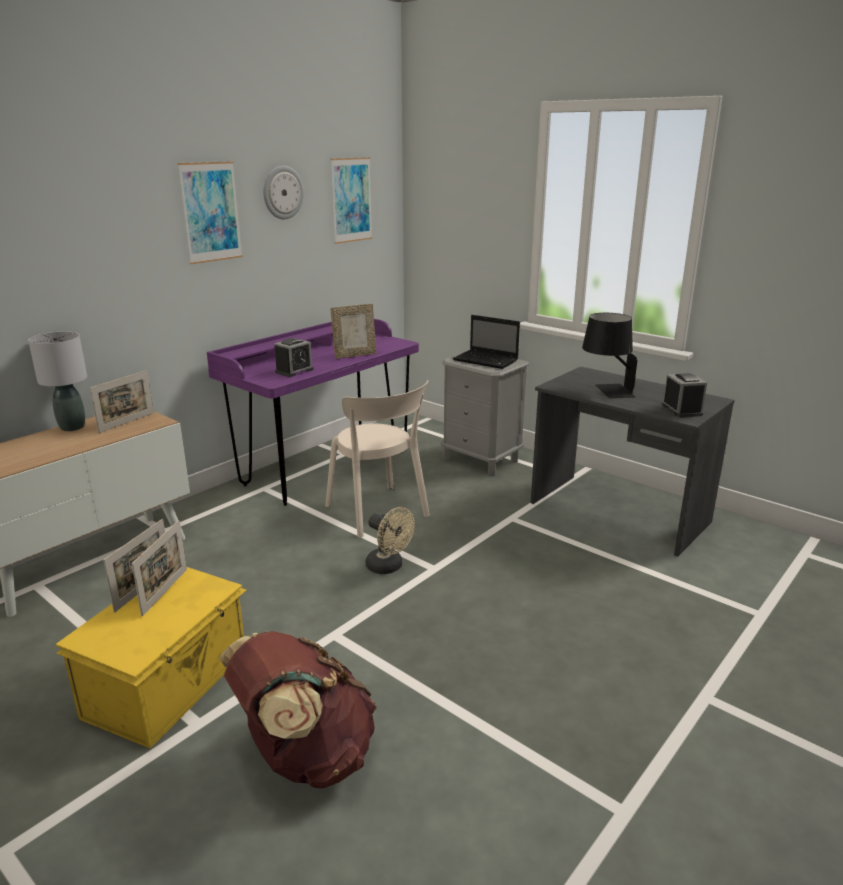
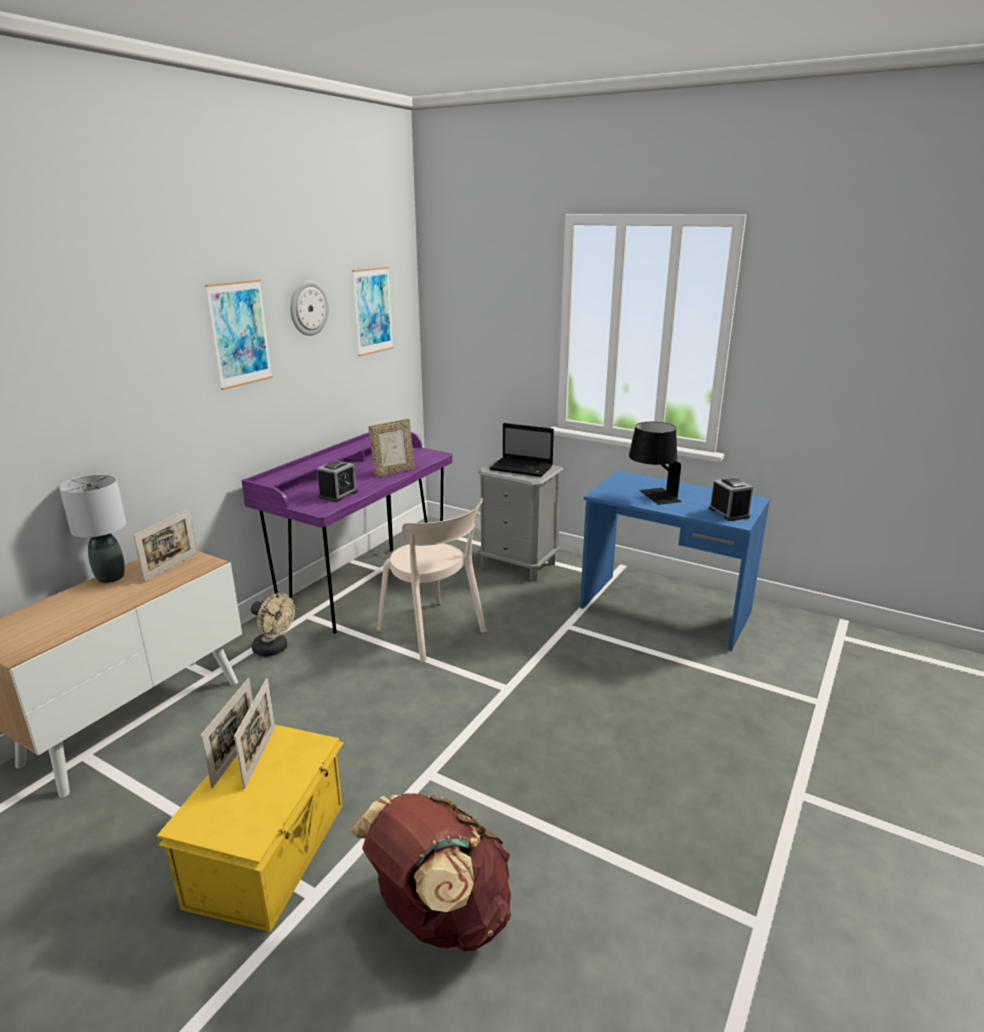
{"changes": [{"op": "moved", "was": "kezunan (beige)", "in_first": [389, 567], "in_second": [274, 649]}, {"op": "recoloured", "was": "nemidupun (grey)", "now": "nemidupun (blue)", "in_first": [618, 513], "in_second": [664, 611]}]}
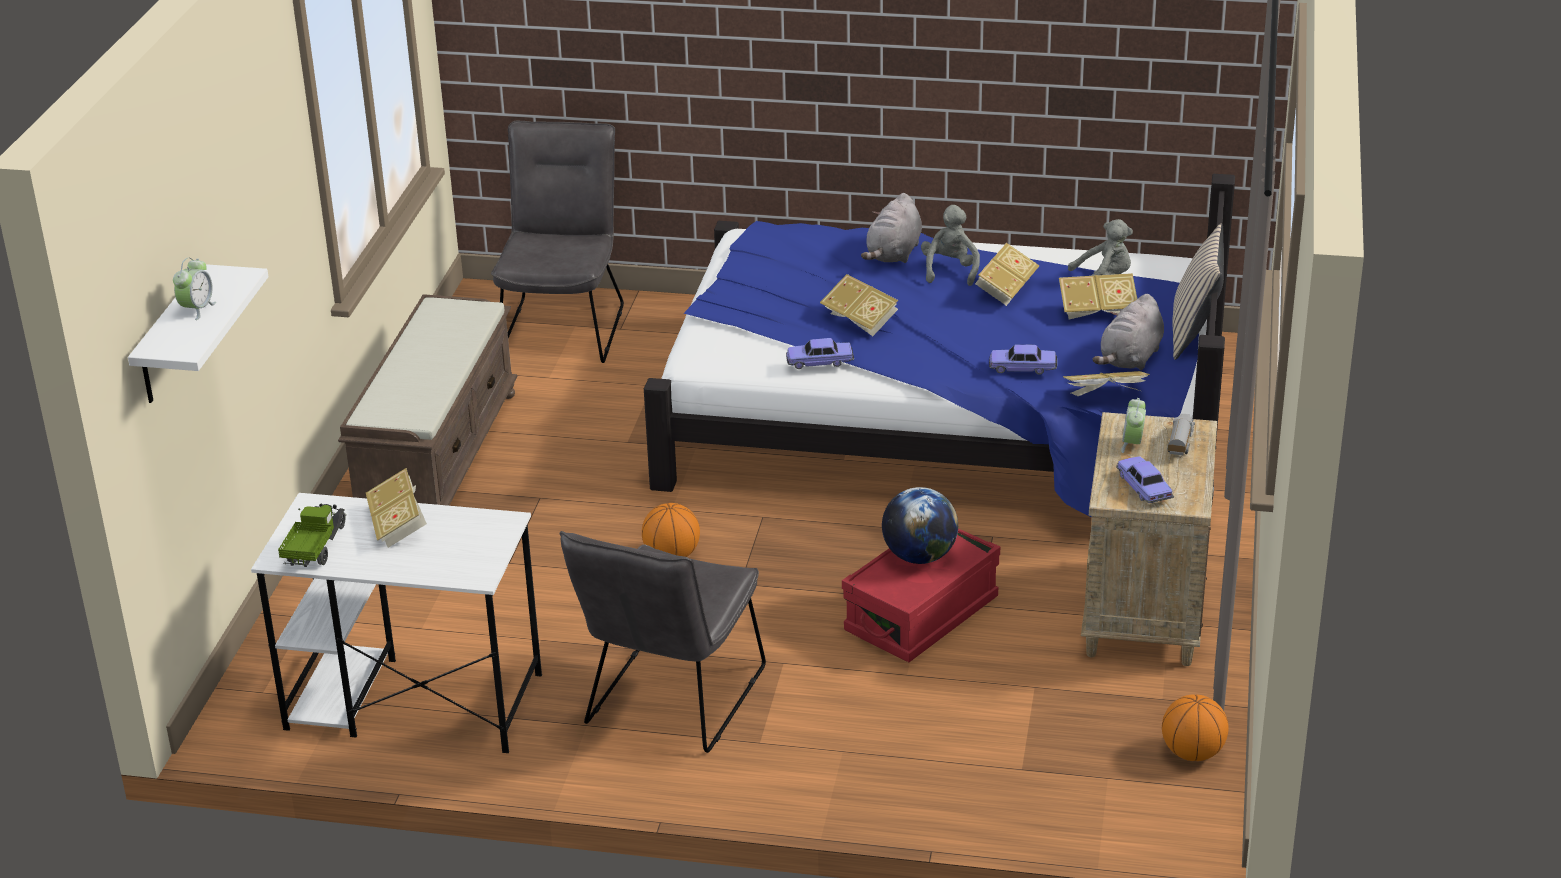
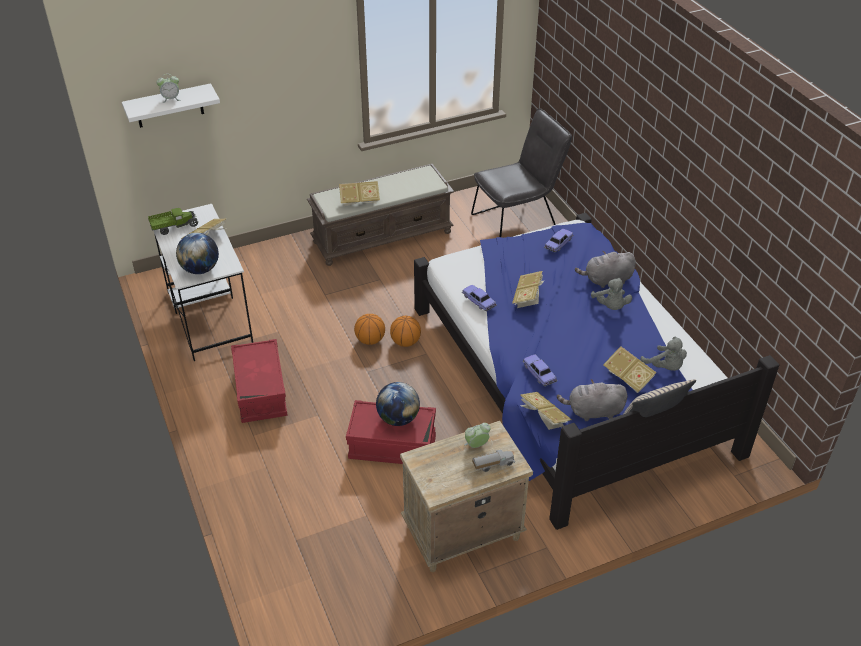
{"changes": [{"op": "added", "now": "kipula", "in_second": [200, 269]}, {"op": "replaced", "was": "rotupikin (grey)", "now": "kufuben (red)", "in_first": [669, 703], "in_second": [261, 392]}, {"op": "moved", "was": "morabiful", "in_first": [1006, 289], "in_second": [359, 201]}, {"op": "moved", "was": "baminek", "in_first": [1192, 753], "in_second": [405, 342]}, {"op": "moved", "was": "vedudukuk", "in_first": [1144, 488], "in_second": [558, 244]}, {"op": "turned", "was": "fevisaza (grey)", "in_first": [950, 271], "in_second": [610, 306], "clockwise": 105}]}
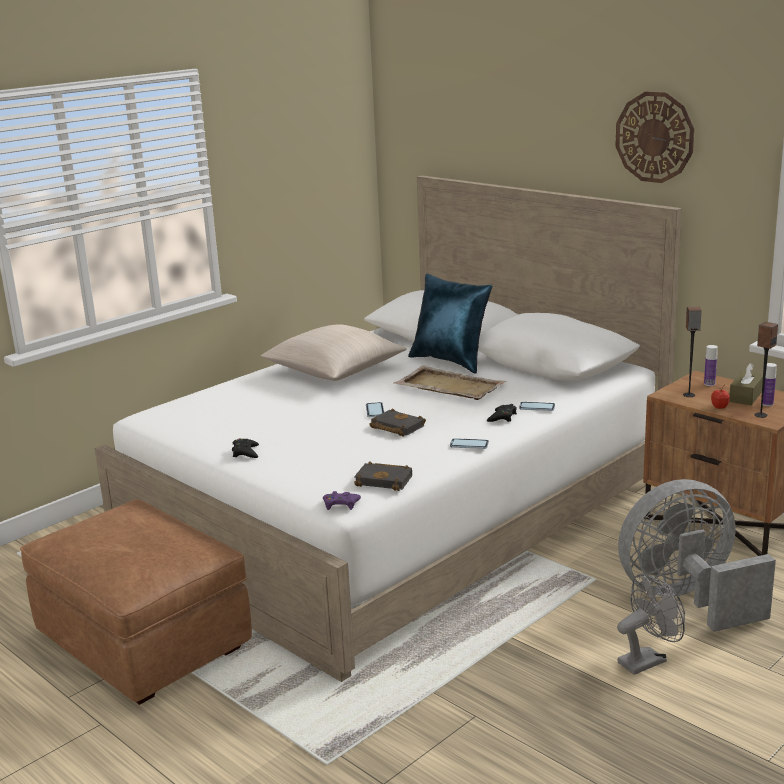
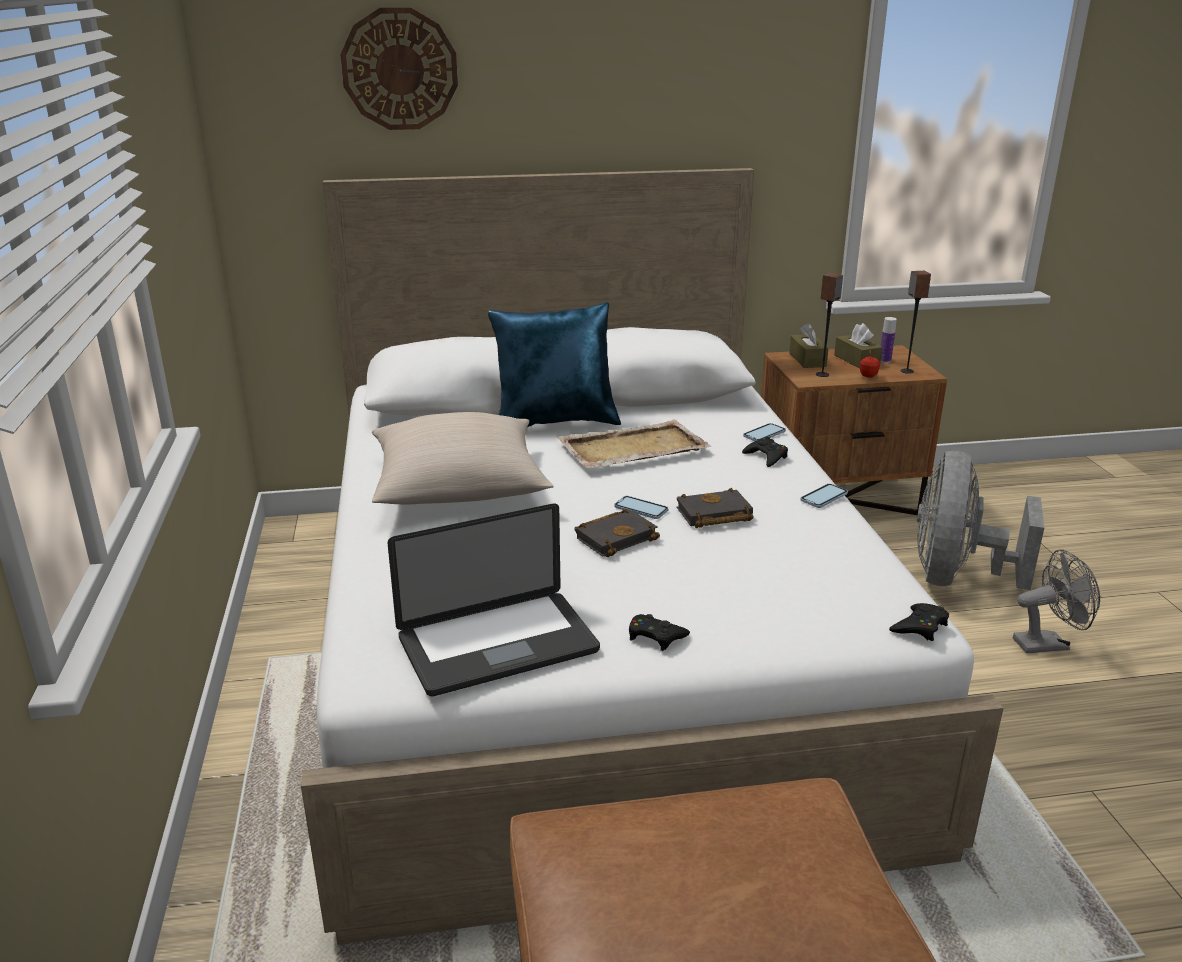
{"changes": [{"op": "moved", "was": "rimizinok", "in_first": [654, 137], "in_second": [400, 69]}, {"op": "added", "now": "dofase", "in_second": [498, 645]}, {"op": "moved", "was": "morabiful (black)", "in_first": [385, 480], "in_second": [616, 537]}, {"op": "replaced", "was": "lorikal", "now": "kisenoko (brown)", "in_first": [709, 384], "in_second": [807, 360]}, {"op": "recoloured", "was": "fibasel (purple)", "now": "fibasel (black)", "in_first": [341, 504], "in_second": [920, 627]}, {"op": "turned", "was": "kezunan (grey)", "in_first": [647, 660], "in_second": [1048, 643], "clockwise": 75}]}
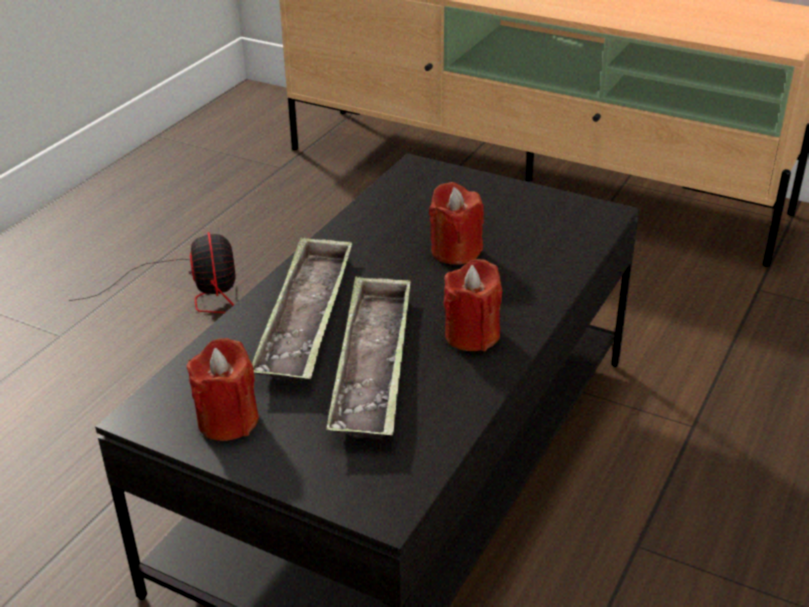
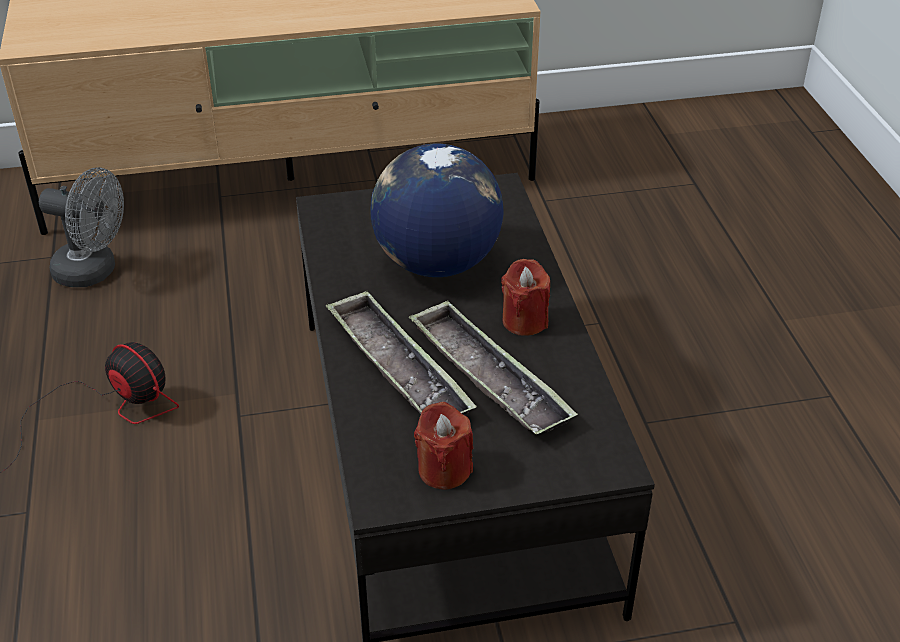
{"changes": [{"op": "added", "now": "kezunan (grey)", "in_second": [94, 271]}, {"op": "replaced", "was": "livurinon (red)", "now": "kipula", "in_first": [455, 251], "in_second": [436, 263]}]}
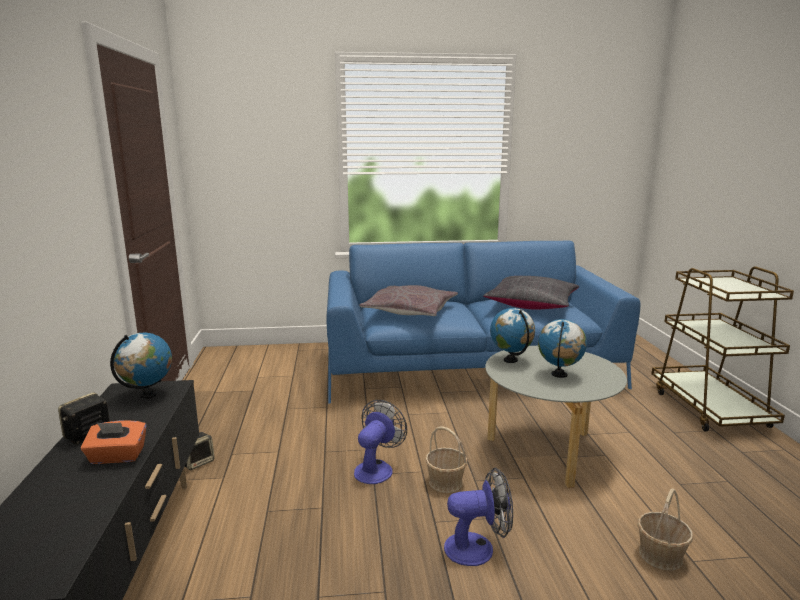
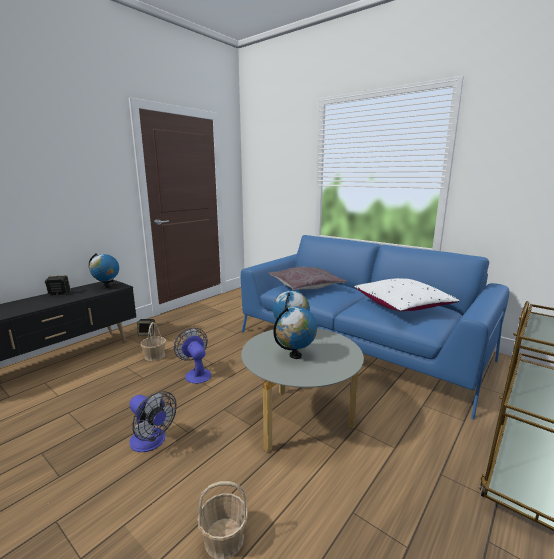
{"changes": [{"op": "moved", "was": "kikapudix", "in_first": [445, 482], "in_second": [154, 356]}, {"op": "turned", "was": "kezunan", "in_first": [376, 468], "in_second": [196, 373], "clockwise": -105}, {"op": "recoloured", "was": "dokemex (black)", "now": "dokemex (white)", "in_first": [531, 304], "in_second": [402, 305]}, {"op": "removed", "was": "kisenoko (orange)", "in_first": [117, 457]}]}
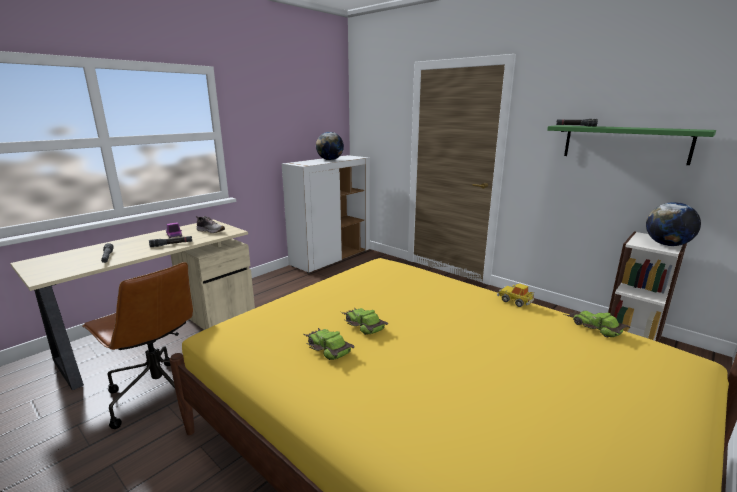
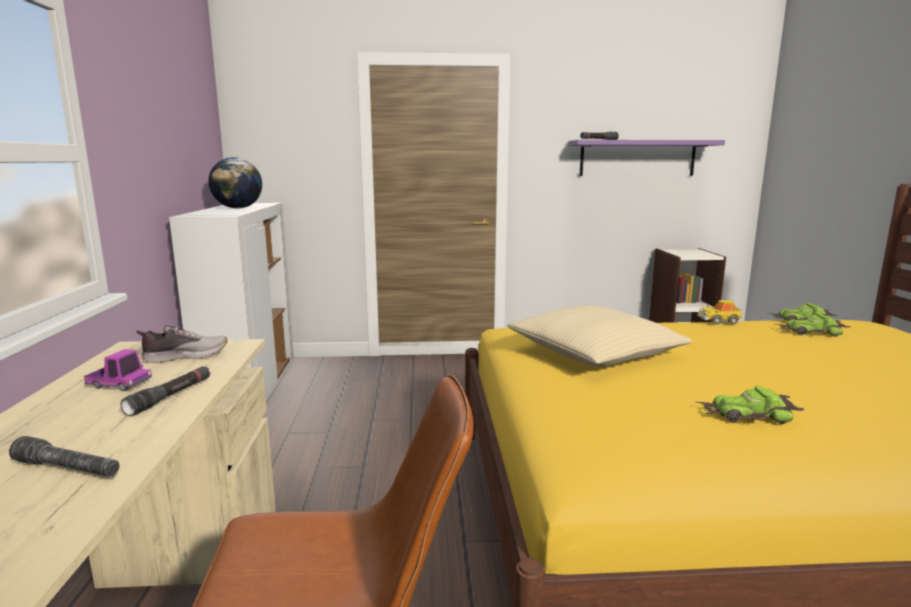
{"changes": [{"op": "added", "now": "dokemex (beige)", "in_second": [594, 352]}, {"op": "recoloured", "was": "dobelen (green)", "now": "dobelen (purple)", "in_first": [625, 143], "in_second": [637, 158]}, {"op": "moved", "was": "vedudukuk", "in_first": [363, 324], "in_second": [810, 332]}, {"op": "removed", "was": "kipula", "in_first": [667, 245]}]}
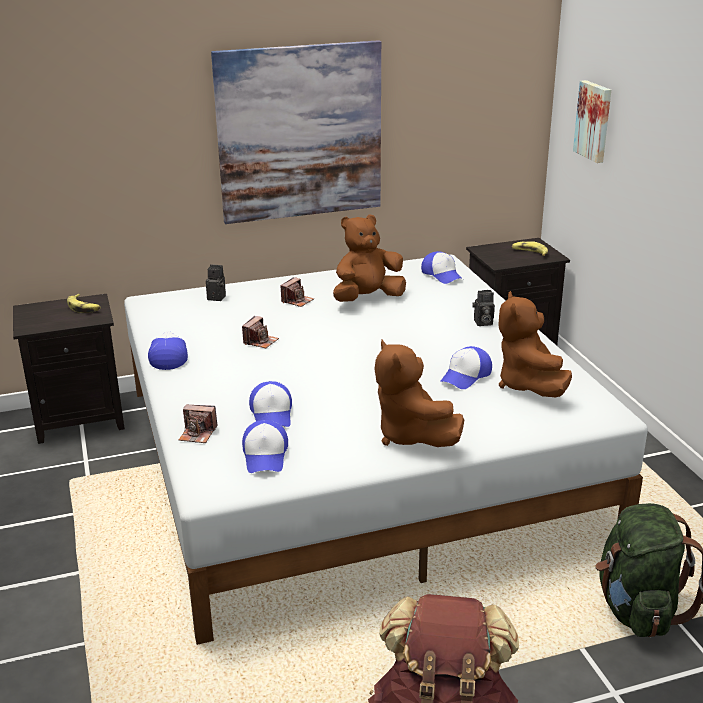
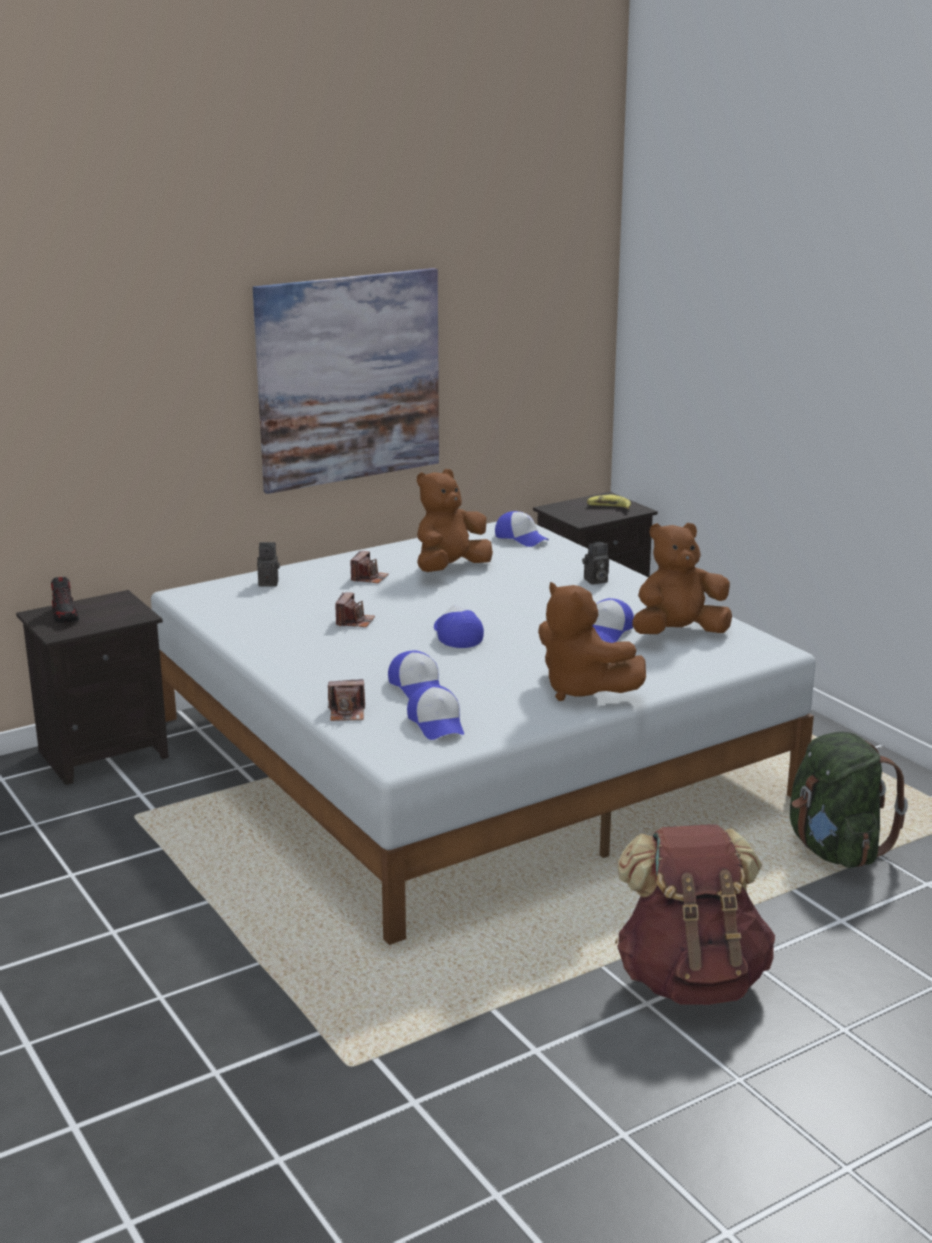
{"changes": [{"op": "added", "now": "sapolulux", "in_second": [65, 615]}, {"op": "moved", "was": "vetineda", "in_first": [169, 356], "in_second": [456, 635]}, {"op": "turned", "was": "fevisaza (brown)", "in_first": [528, 385], "in_second": [678, 633], "clockwise": 90}, {"op": "removed", "was": "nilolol", "in_first": [84, 307]}, {"op": "removed", "was": "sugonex", "in_first": [594, 121]}]}
